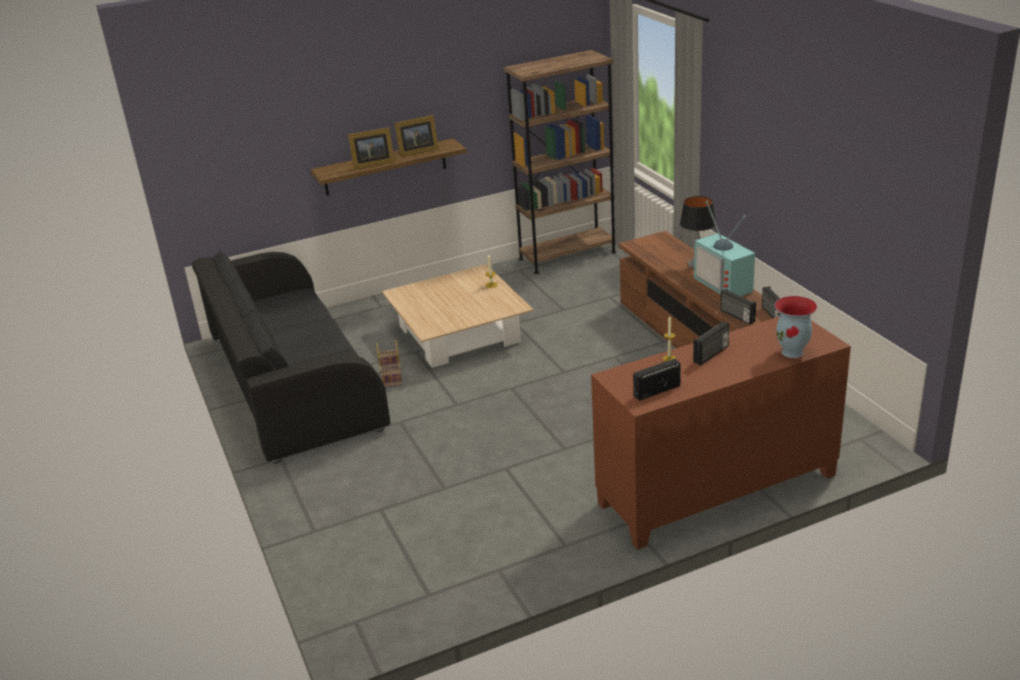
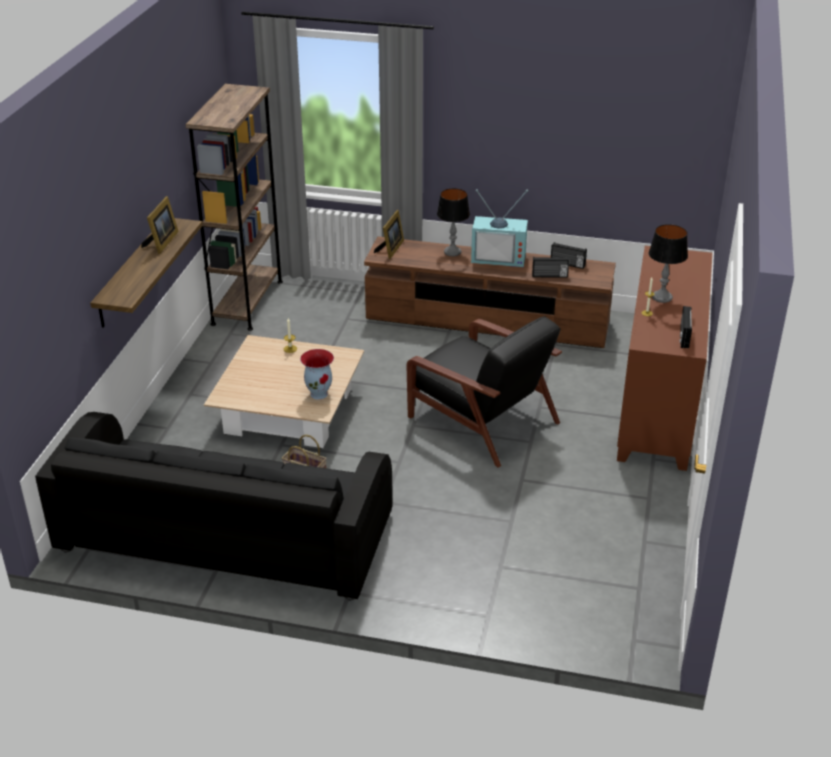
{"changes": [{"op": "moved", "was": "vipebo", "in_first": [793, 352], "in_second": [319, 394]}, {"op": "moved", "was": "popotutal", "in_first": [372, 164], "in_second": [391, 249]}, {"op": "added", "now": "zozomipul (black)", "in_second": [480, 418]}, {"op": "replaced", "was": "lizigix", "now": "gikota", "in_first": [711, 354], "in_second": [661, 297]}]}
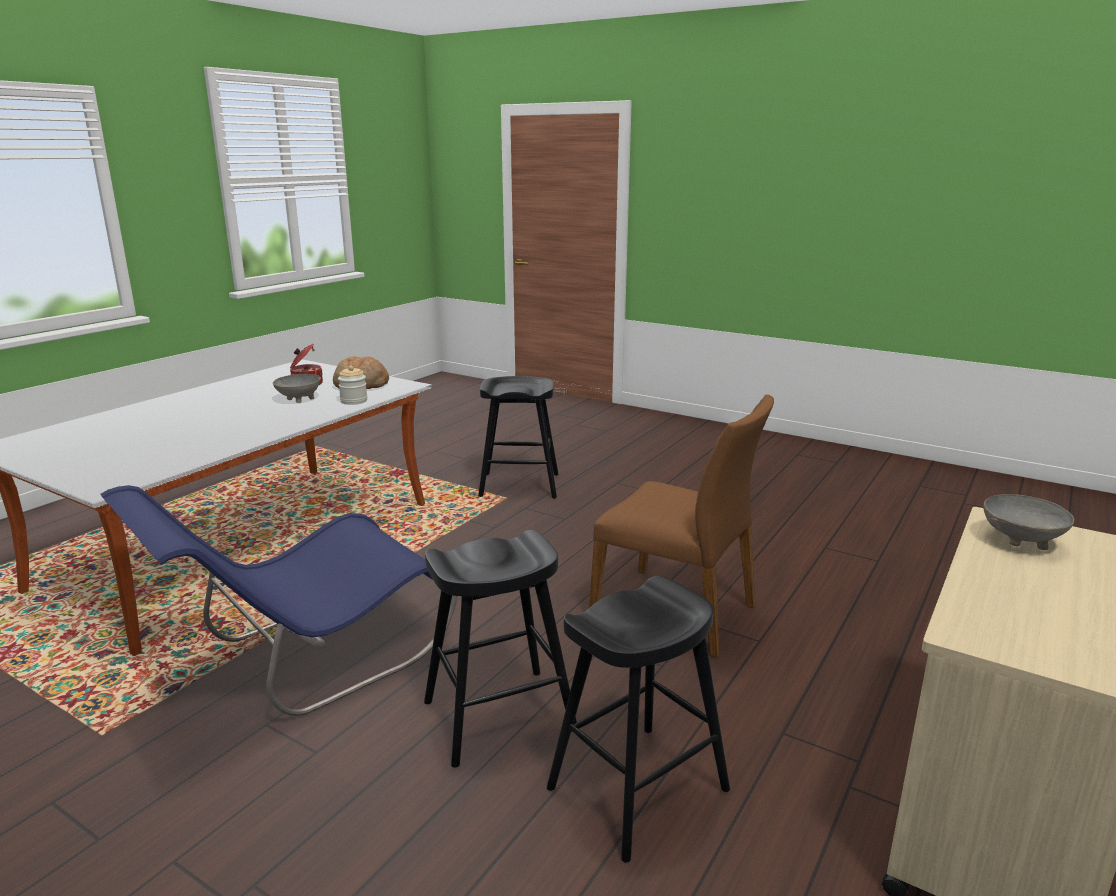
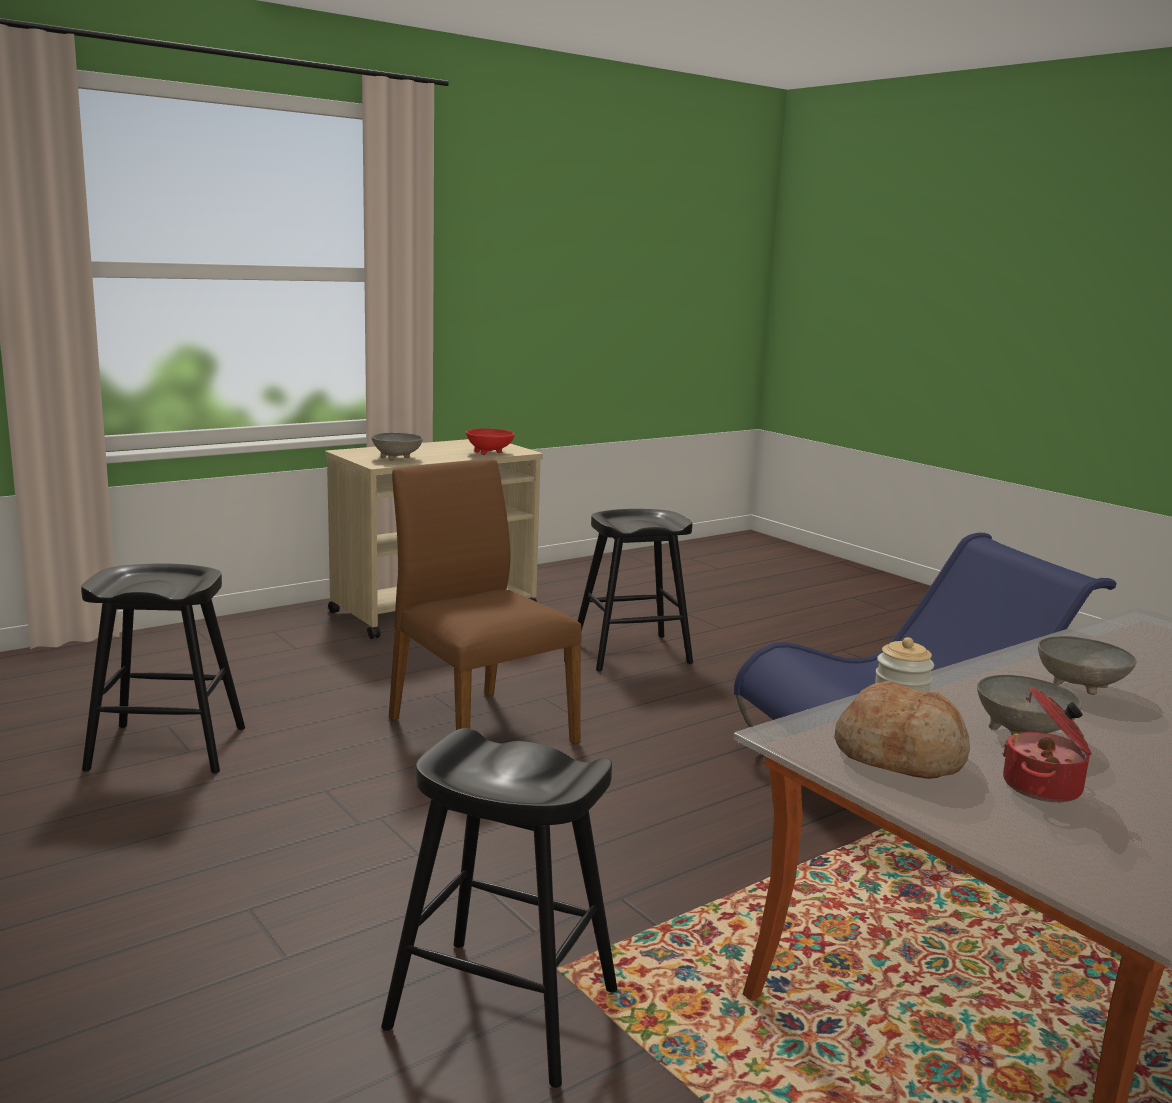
{"changes": [{"op": "moved", "was": "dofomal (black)", "in_first": [499, 716], "in_second": [166, 748]}, {"op": "added", "now": "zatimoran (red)", "in_second": [489, 453]}, {"op": "added", "now": "zatimoran (grey)", "in_second": [1078, 687]}]}
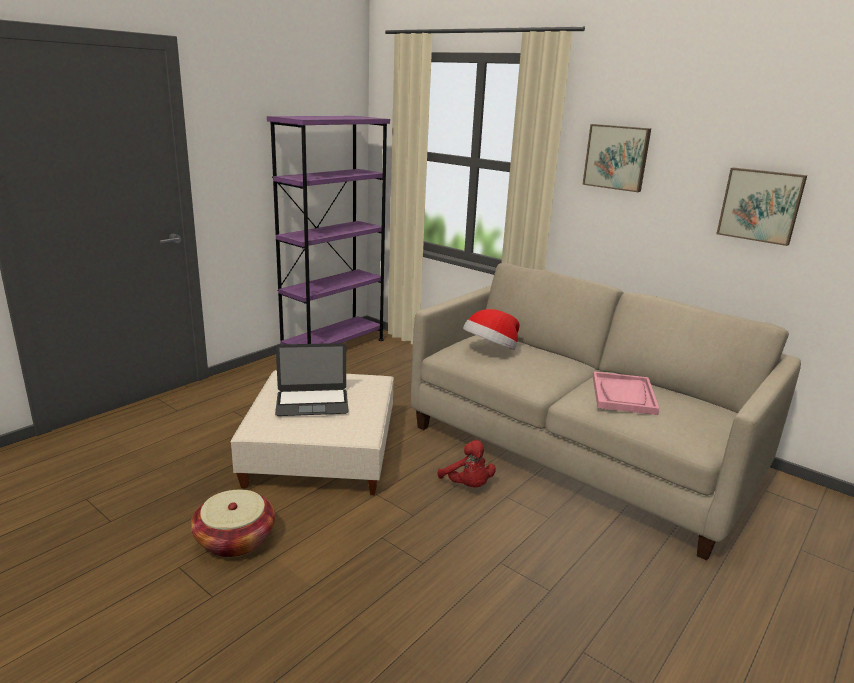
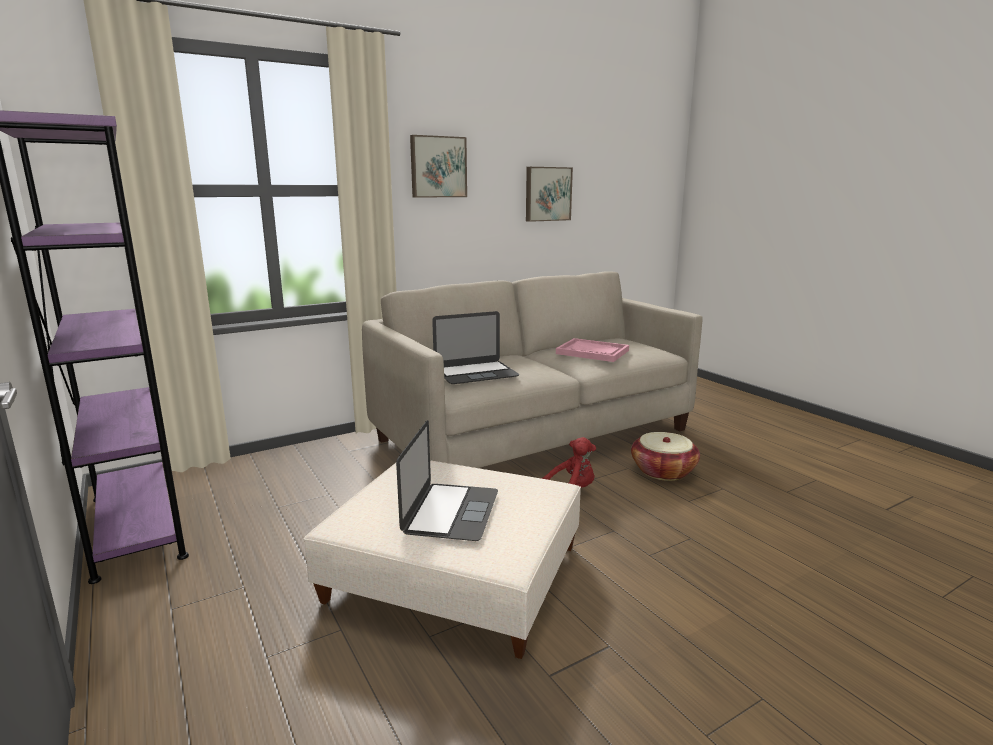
{"changes": [{"op": "replaced", "was": "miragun", "now": "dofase", "in_first": [490, 351], "in_second": [476, 373]}, {"op": "moved", "was": "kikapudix", "in_first": [235, 539], "in_second": [663, 471]}]}
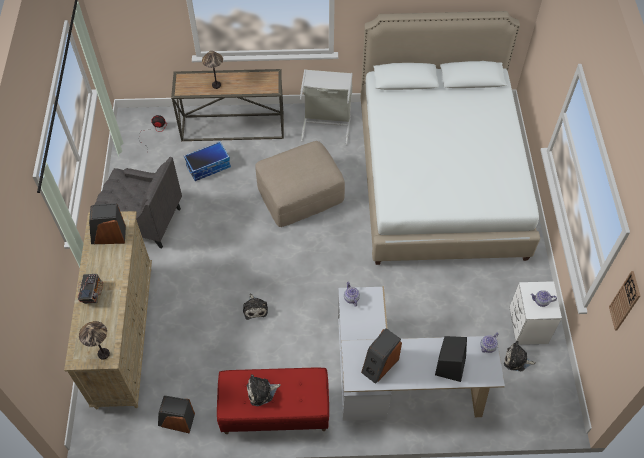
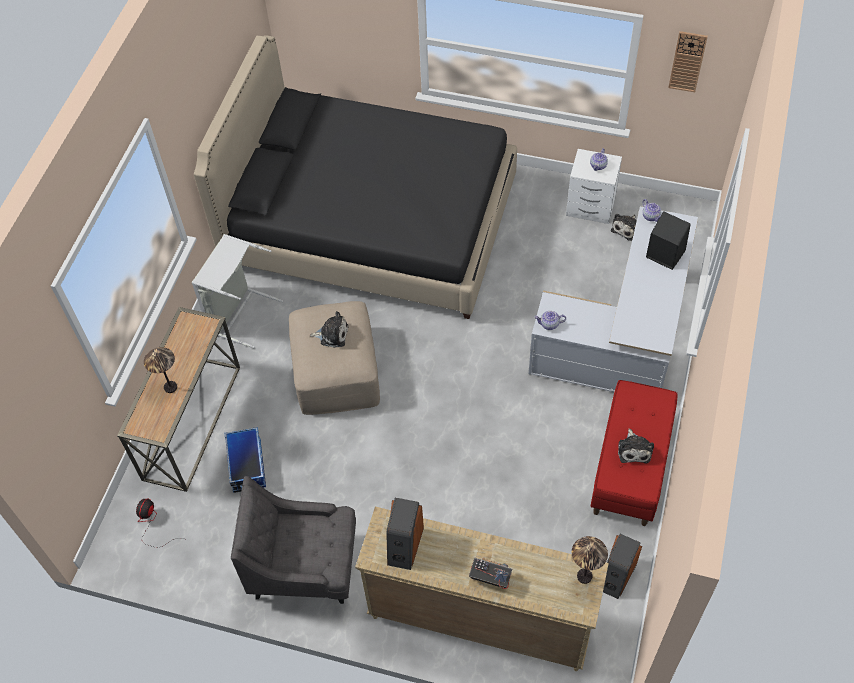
{"changes": [{"op": "recoloured", "was": "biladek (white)", "now": "biladek (black)", "in_first": [439, 177], "in_second": [371, 224]}, {"op": "turned", "was": "zozomipul (grey)", "in_first": [142, 221], "in_second": [305, 566], "clockwise": -120}, {"op": "moved", "was": "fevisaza", "in_first": [255, 308], "in_second": [332, 334]}, {"op": "removed", "was": "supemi", "in_first": [379, 365]}]}
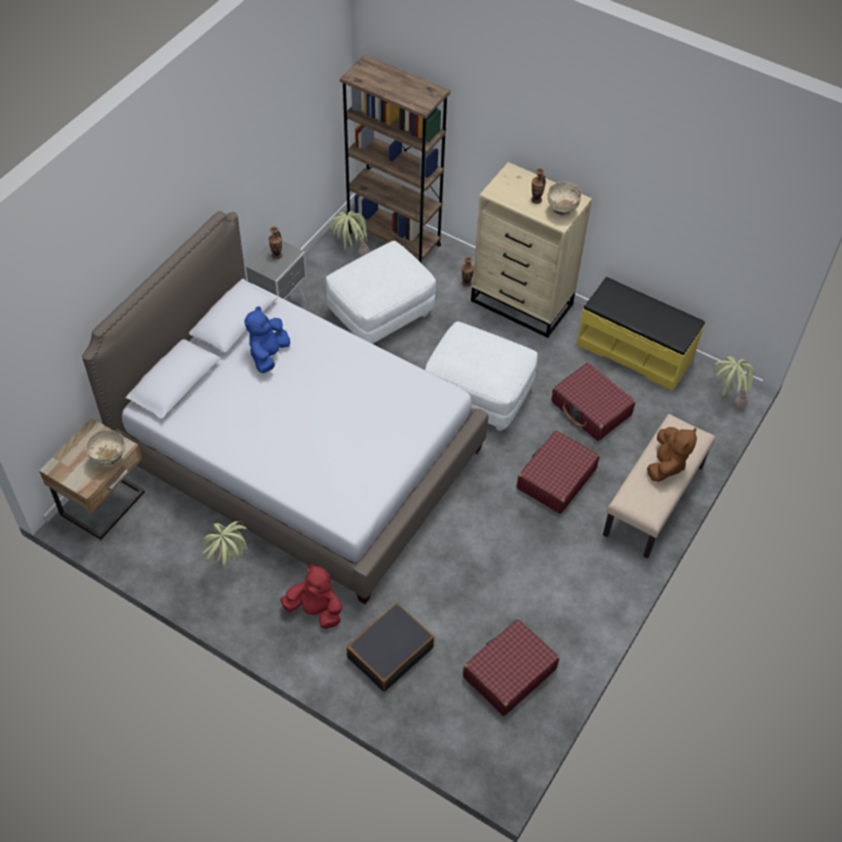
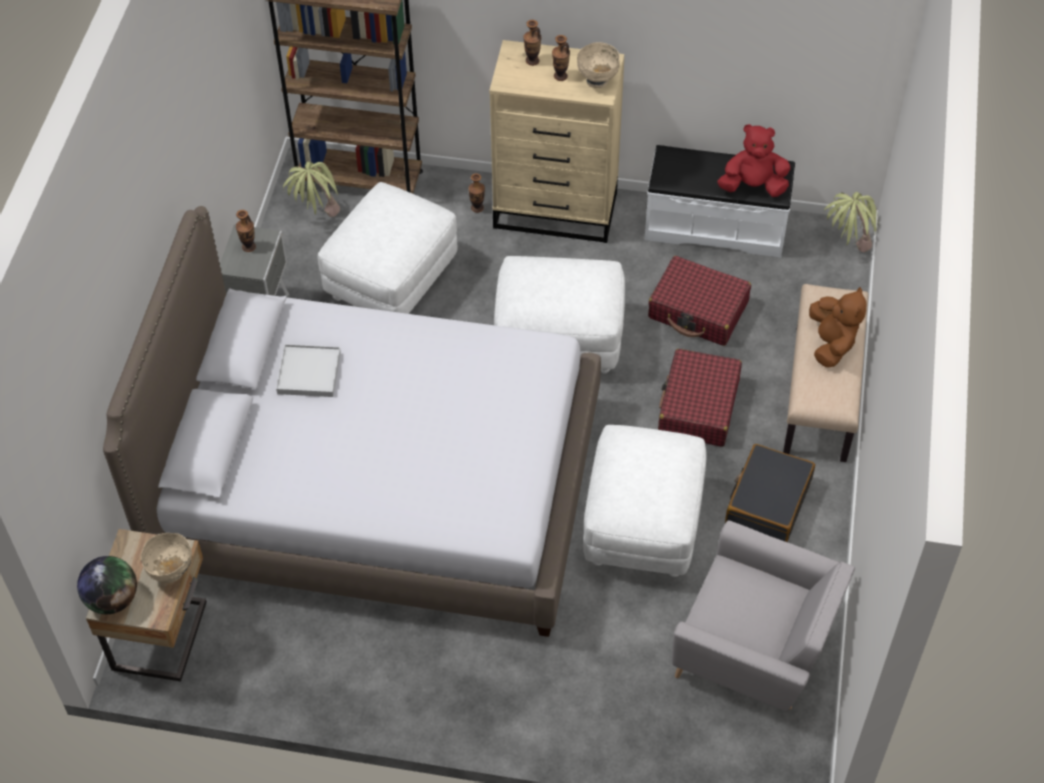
{"changes": [{"op": "added", "now": "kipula", "in_second": [112, 599]}, {"op": "replaced", "was": "fevisaza (blue)", "now": "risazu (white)", "in_first": [268, 355], "in_second": [309, 373]}, {"op": "added", "now": "vipebo", "in_second": [532, 61]}, {"op": "added", "now": "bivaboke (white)", "in_second": [642, 524]}, {"op": "recoloured", "was": "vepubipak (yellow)", "now": "vepubipak (white)", "in_first": [635, 351], "in_second": [715, 225]}, {"op": "replaced", "was": "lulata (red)", "now": "zozomipul (grey)", "in_first": [509, 673], "in_second": [755, 652]}, {"op": "moved", "was": "fevisaza (red)", "in_first": [315, 610], "in_second": [753, 186]}, {"op": "moved", "was": "lulata (black)", "in_first": [390, 652], "in_second": [767, 501]}, {"op": "removed", "was": "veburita", "in_first": [229, 567]}]}
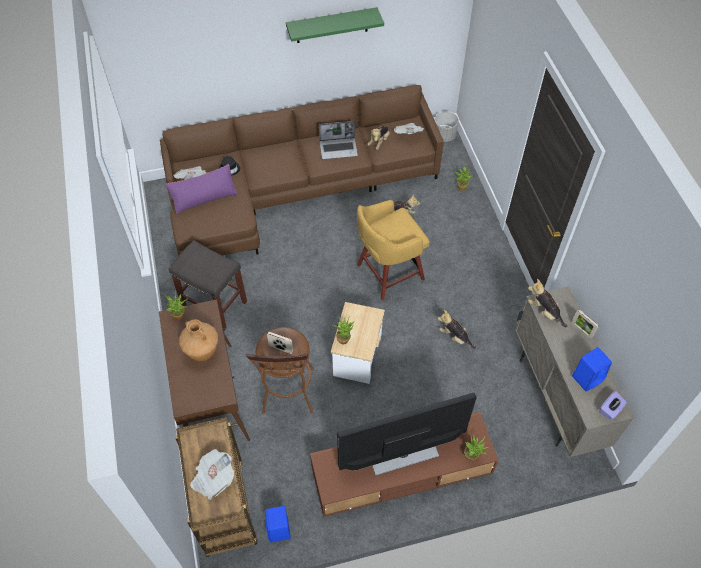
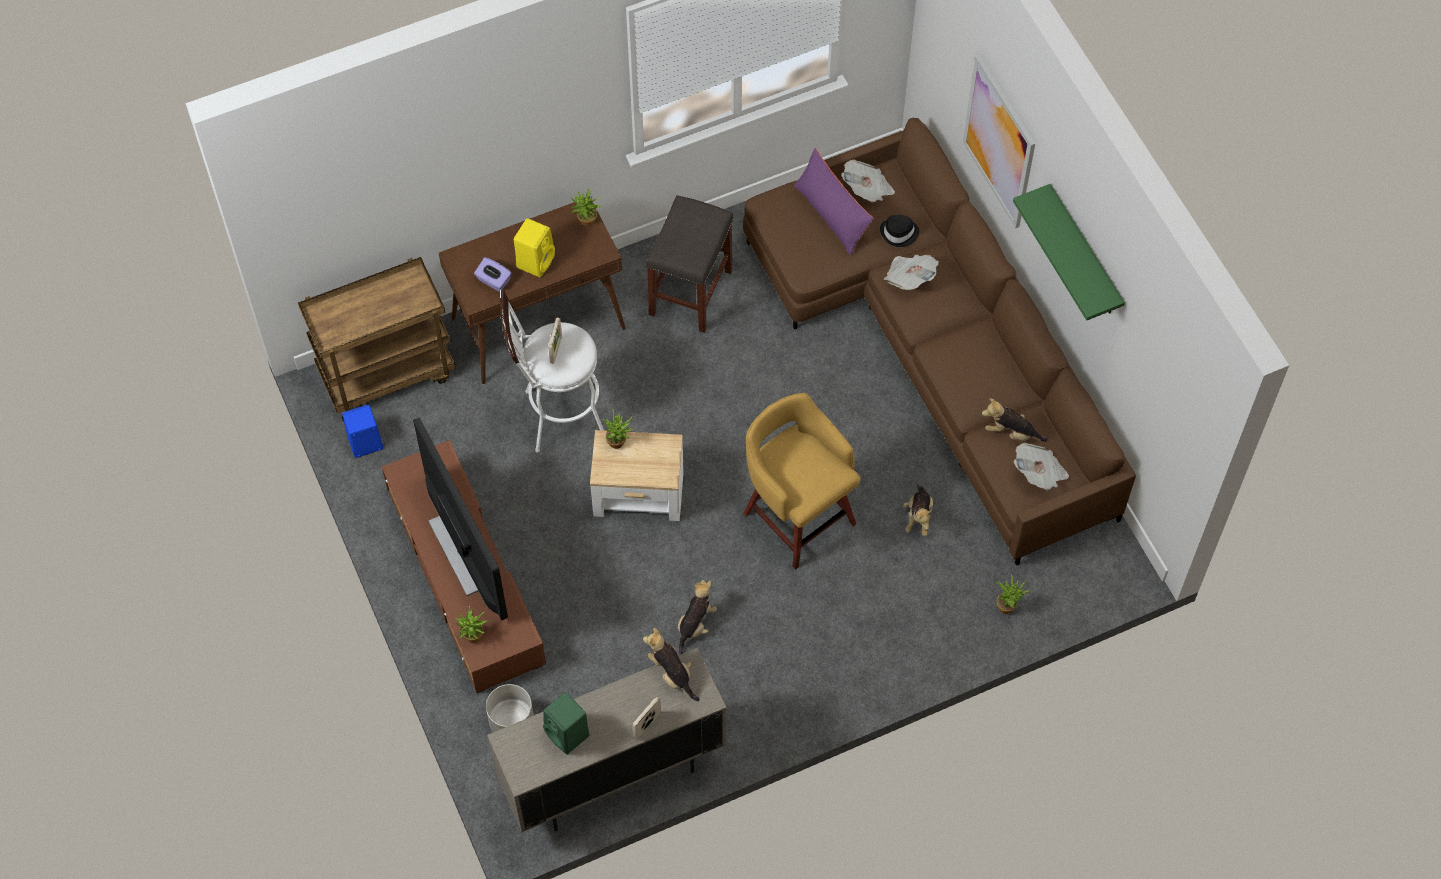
{"changes": [{"op": "moved", "was": "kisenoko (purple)", "in_first": [610, 409], "in_second": [493, 281]}, {"op": "moved", "was": "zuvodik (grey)", "in_first": [444, 135], "in_second": [512, 722]}, {"op": "recoloured", "was": "dofomal (brown)", "now": "dofomal (white)", "in_first": [288, 395], "in_second": [557, 417]}, {"op": "replaced", "was": "vipebo (brown)", "now": "supemi (yellow)", "in_first": [202, 352], "in_second": [536, 260]}, {"op": "recoloured", "was": "supemi (blue)", "now": "supemi (green)", "in_first": [587, 377], "in_second": [568, 734]}, {"op": "turned", "was": "fevisaza", "in_first": [544, 312], "in_second": [672, 673], "clockwise": -75}, {"op": "moved", "was": "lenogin", "in_first": [213, 478], "in_second": [910, 278]}, {"op": "added", "now": "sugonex", "in_second": [999, 142]}, {"op": "removed", "was": "dofase", "in_first": [339, 149]}]}
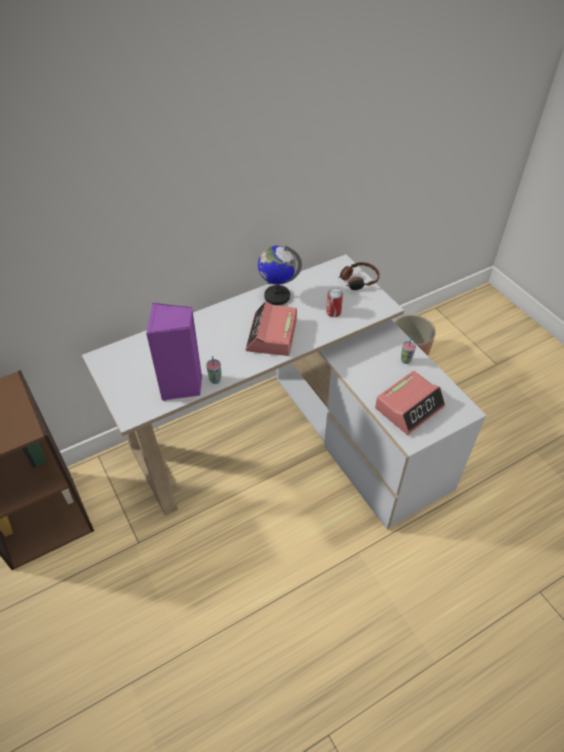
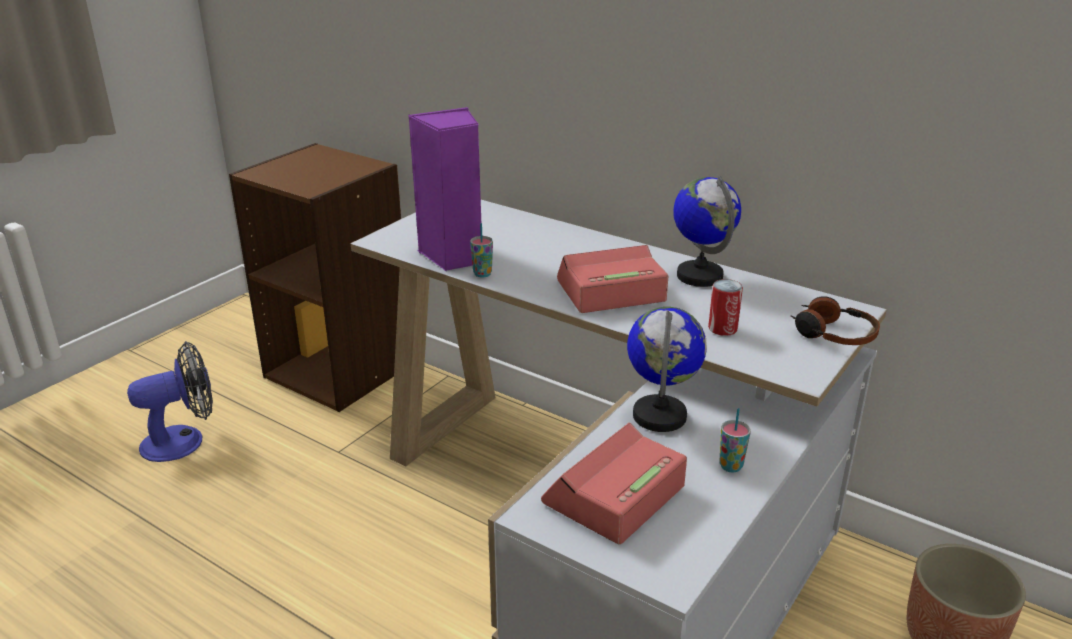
{"changes": [{"op": "added", "now": "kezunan", "in_second": [183, 440]}, {"op": "turned", "was": "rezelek", "in_first": [409, 407], "in_second": [614, 496], "clockwise": 105}, {"op": "added", "now": "kipula", "in_second": [660, 416]}]}
